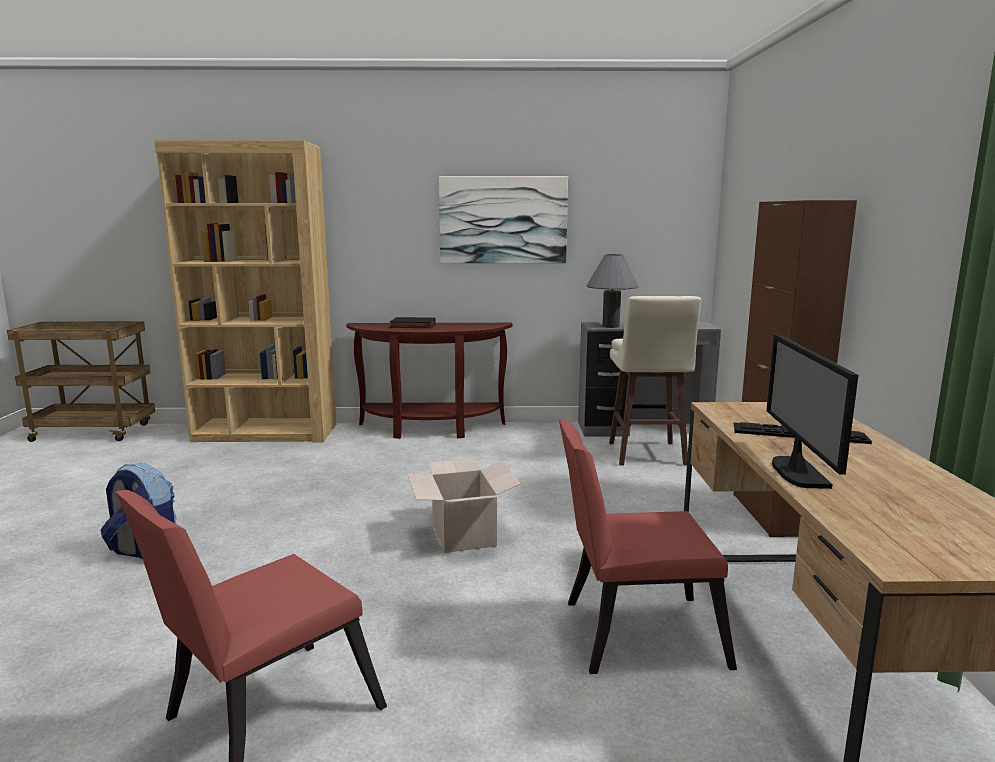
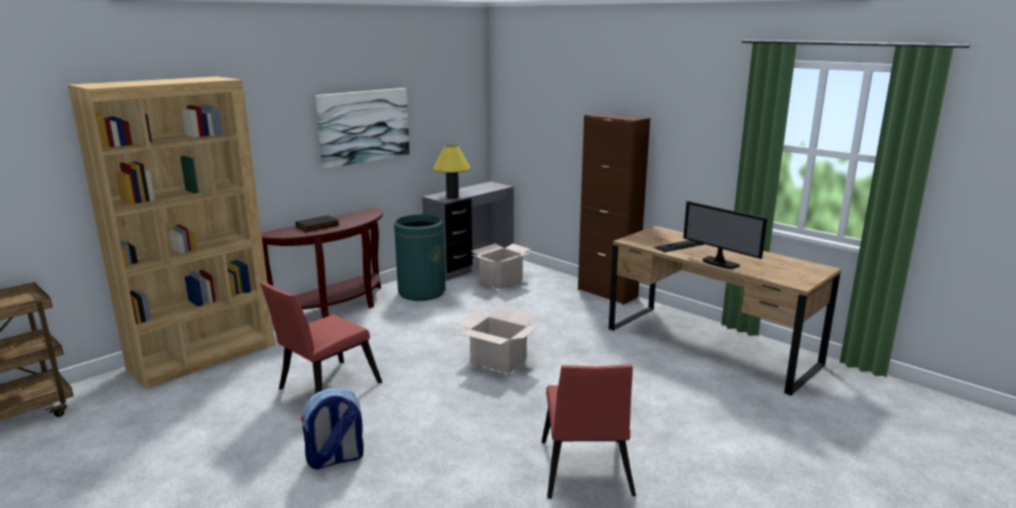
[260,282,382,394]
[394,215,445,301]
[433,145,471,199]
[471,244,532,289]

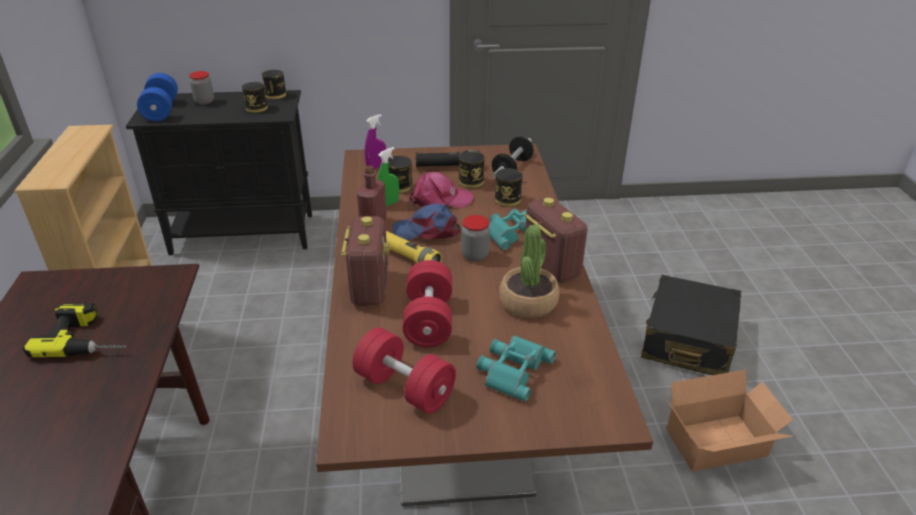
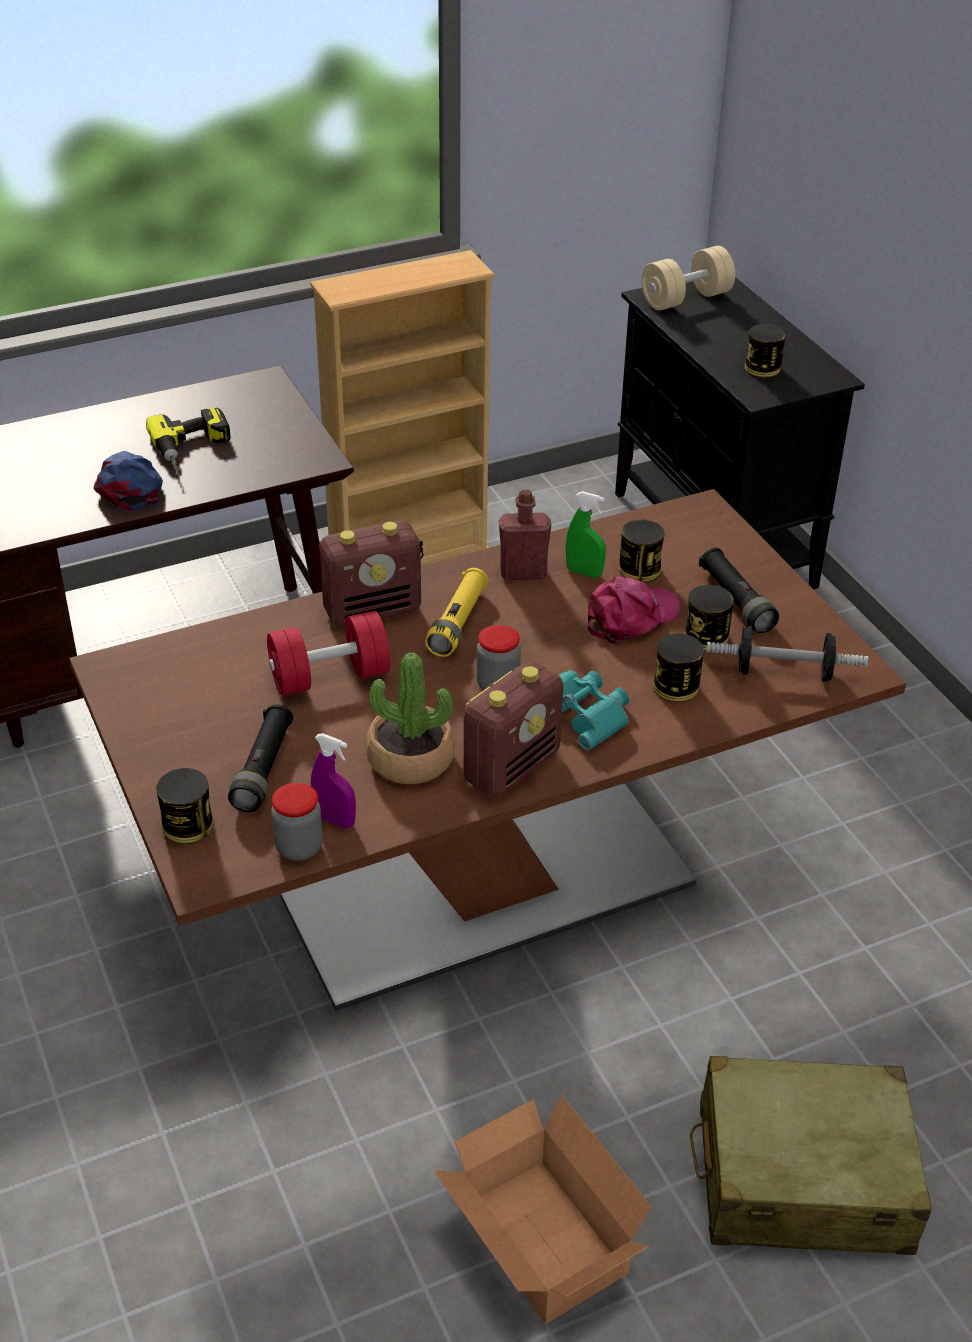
[93,451,163,510]
[156,768,214,844]
[228,704,293,812]
[271,783,323,860]
[311,733,356,828]
[587,576,680,645]
[642,246,735,311]
[690,1056,932,1255]
[353,327,456,414] (first image)

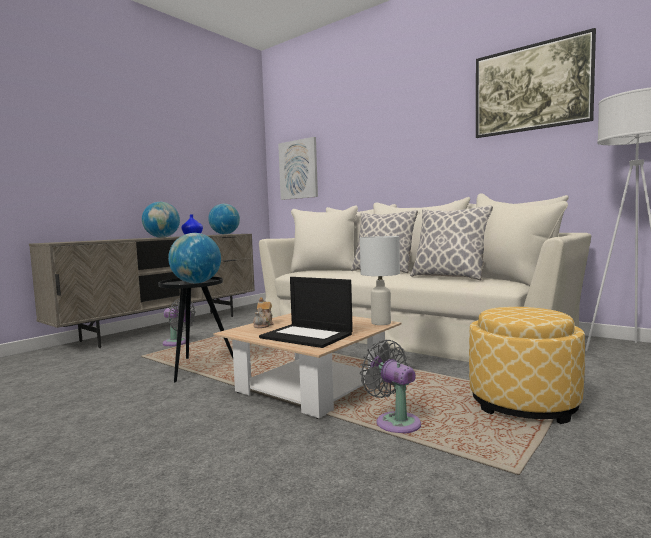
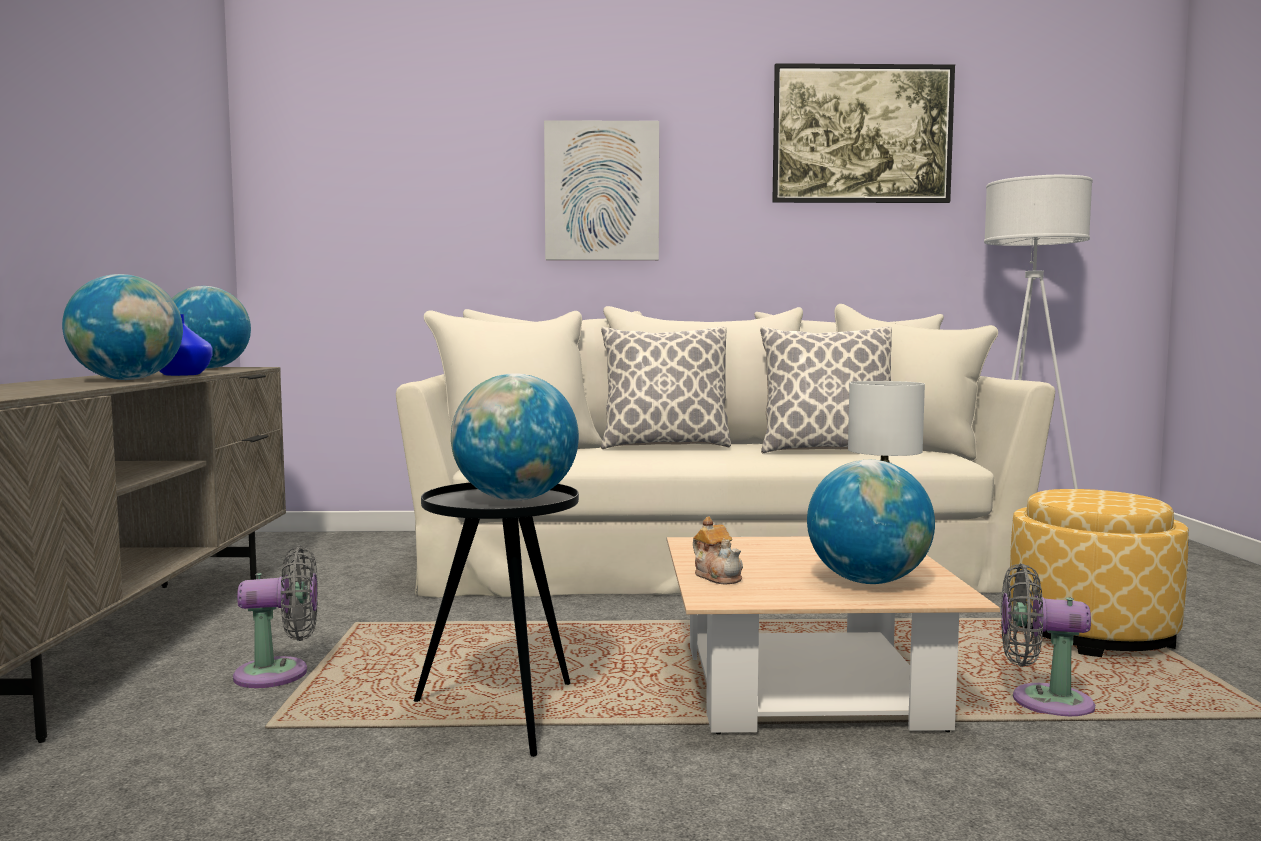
[544,120,659,260]
[807,460,935,584]

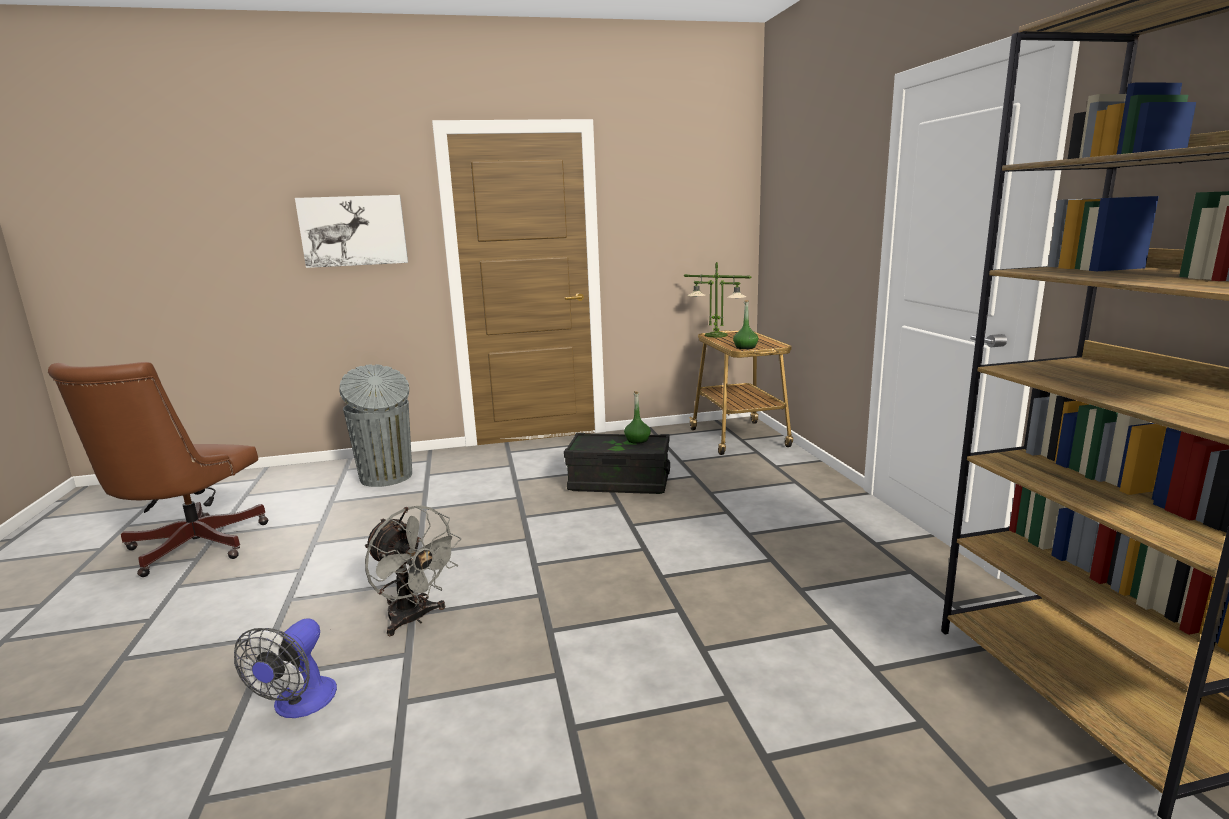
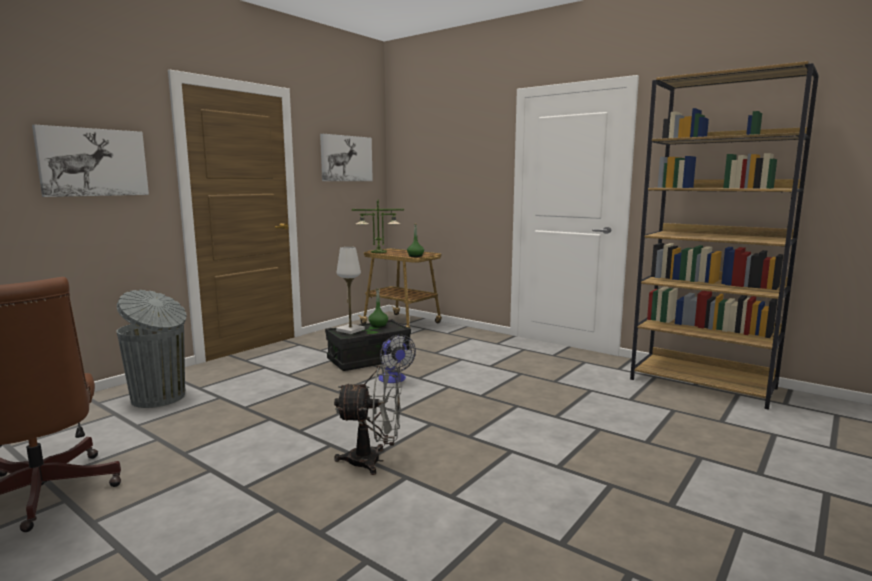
[320,134,373,181]
[336,247,365,334]
[379,335,416,383]

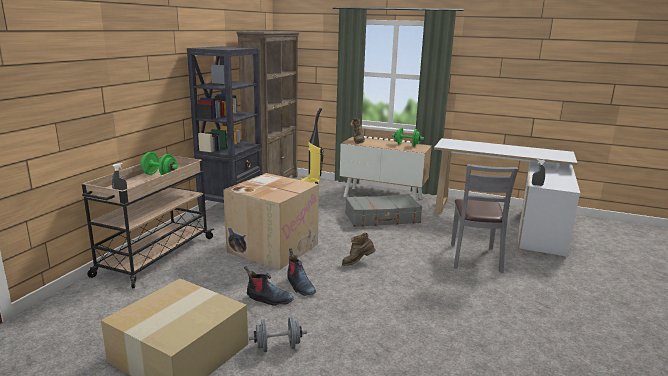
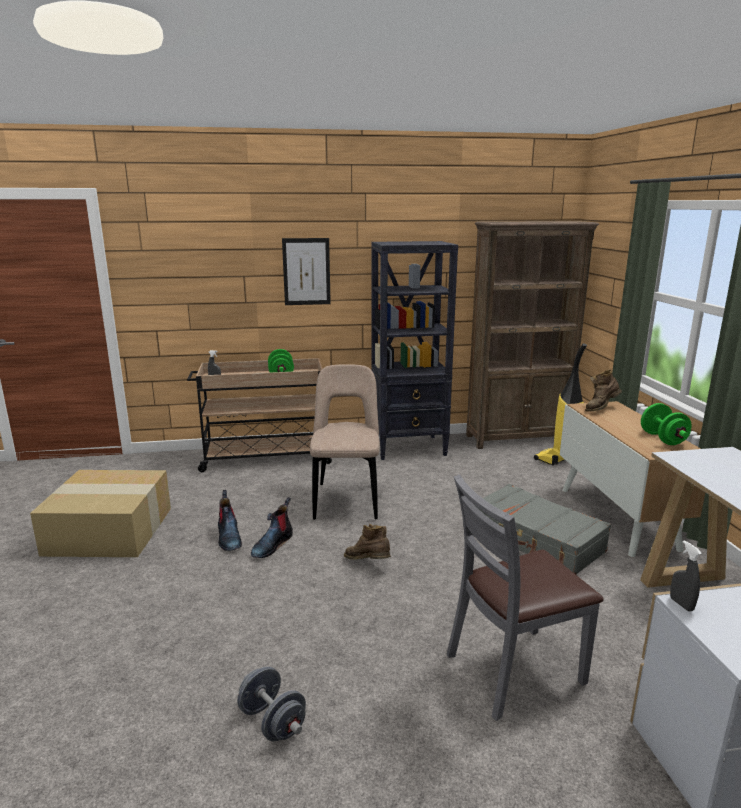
[237,667,306,741]
[282,238,331,305]
[310,364,380,520]

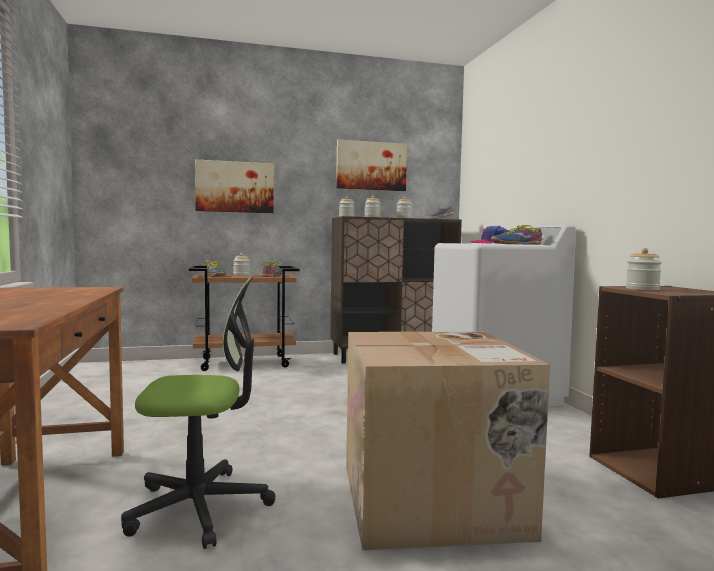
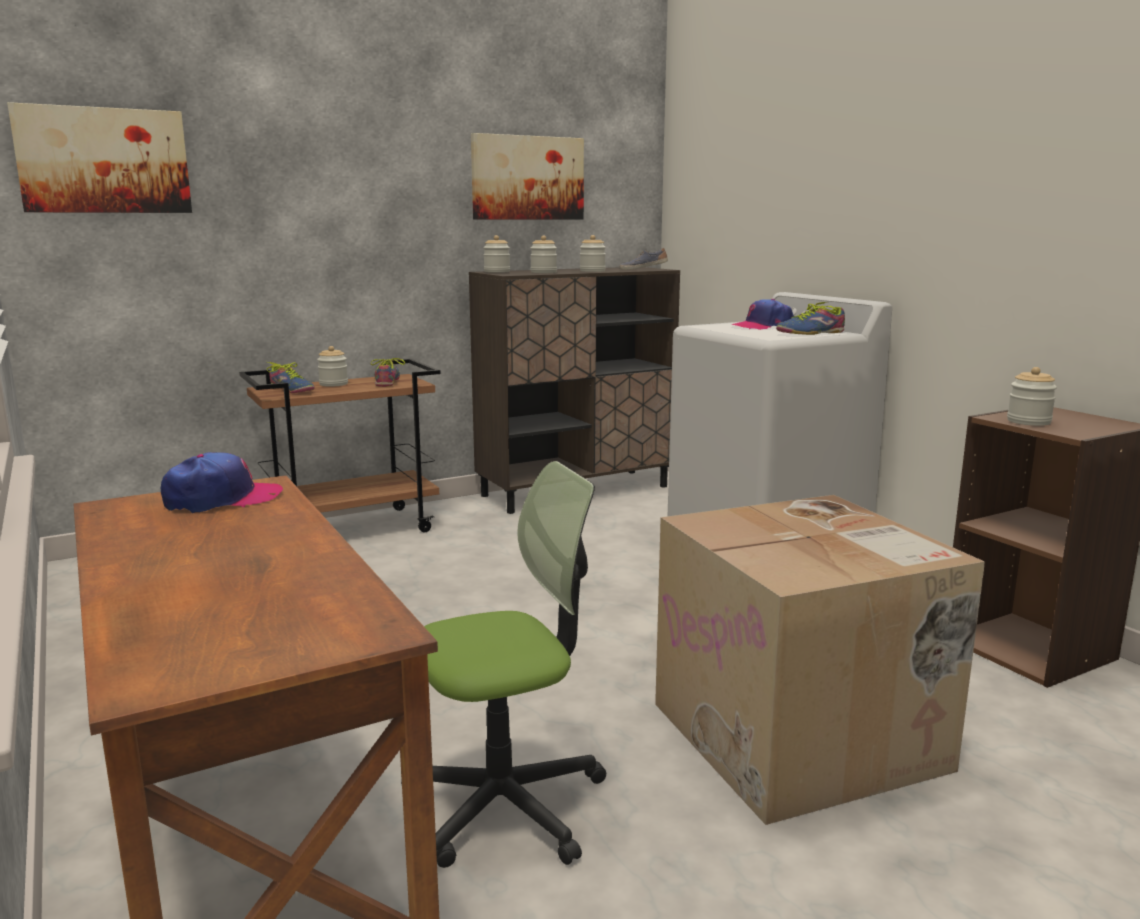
[7,102,192,213]
[161,452,283,513]

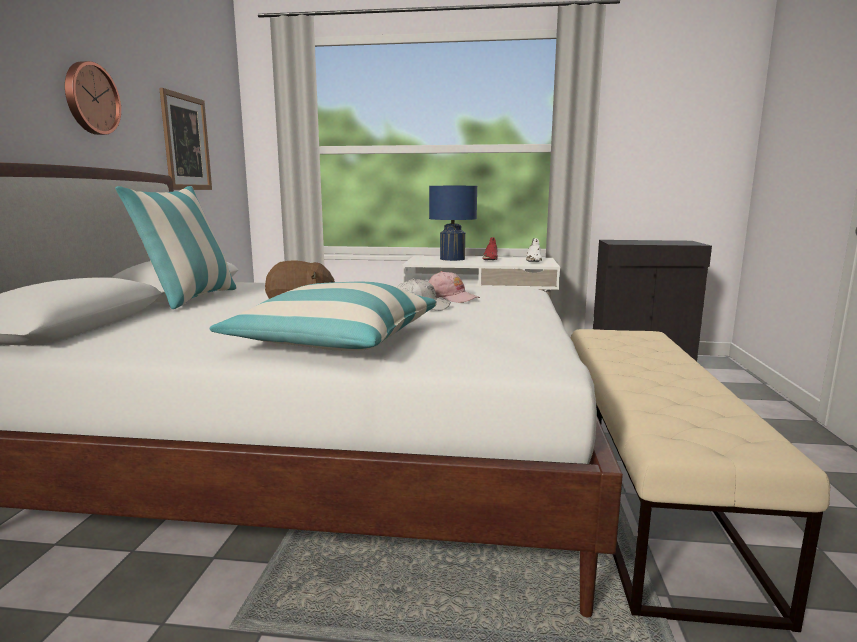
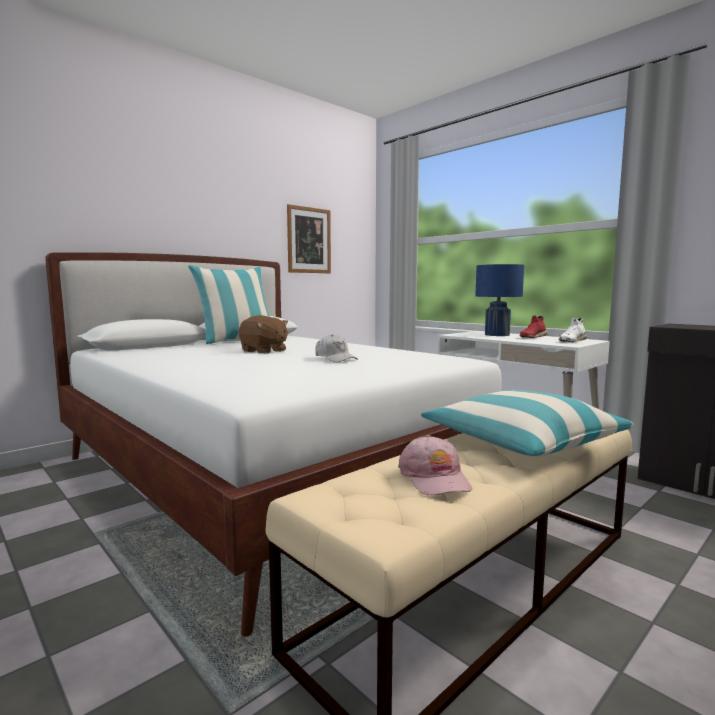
[398,435,472,495]
[421,390,633,457]
[65,61,121,135] (first image)

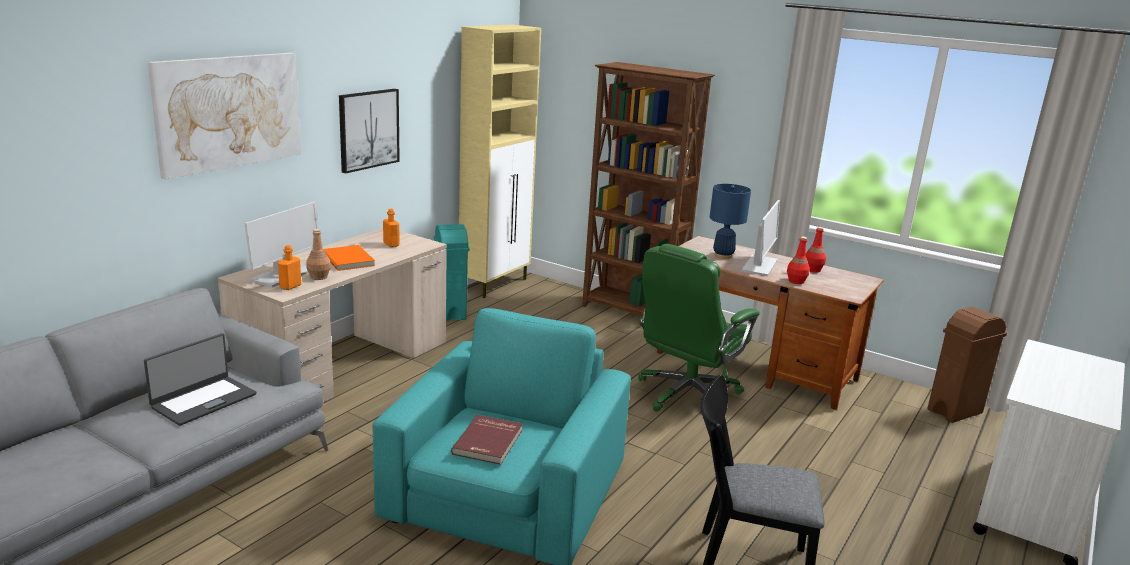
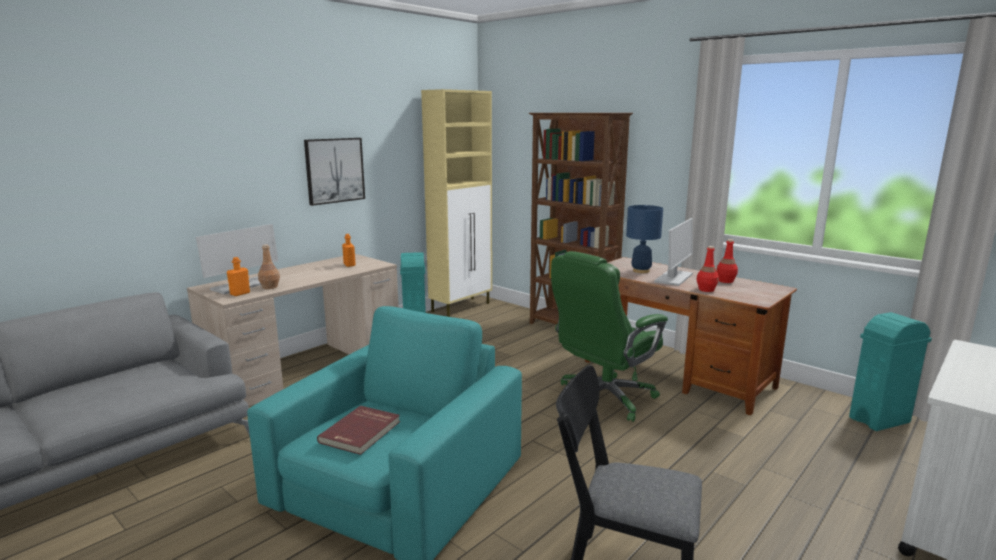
[849,312,932,431]
[144,333,257,426] (first image)
[148,53,301,179] (first image)
[323,245,375,271] (first image)

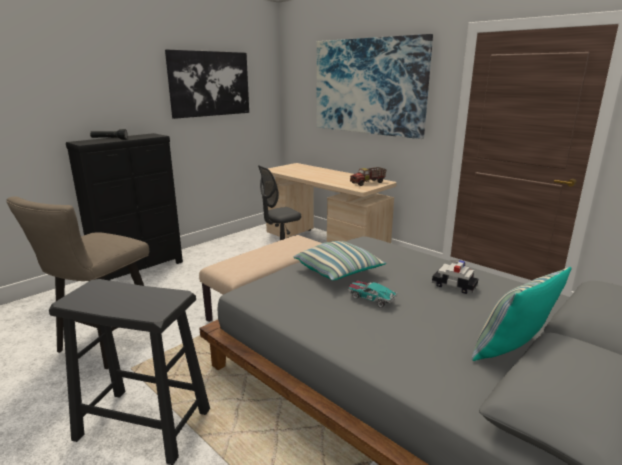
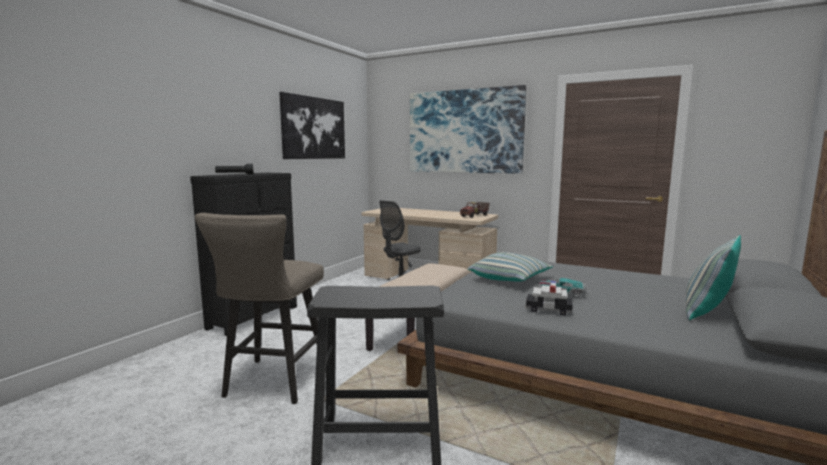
[526,281,573,315]

